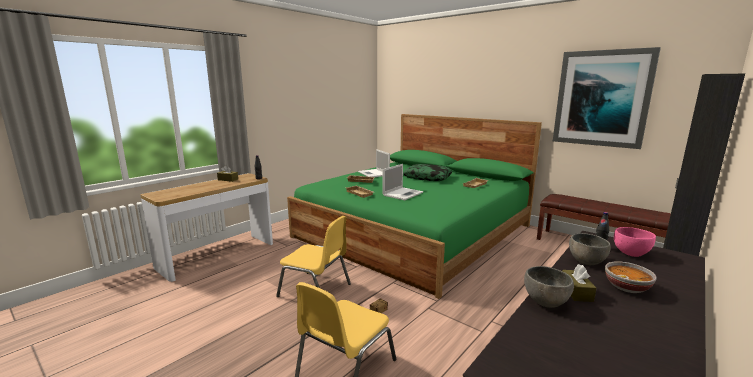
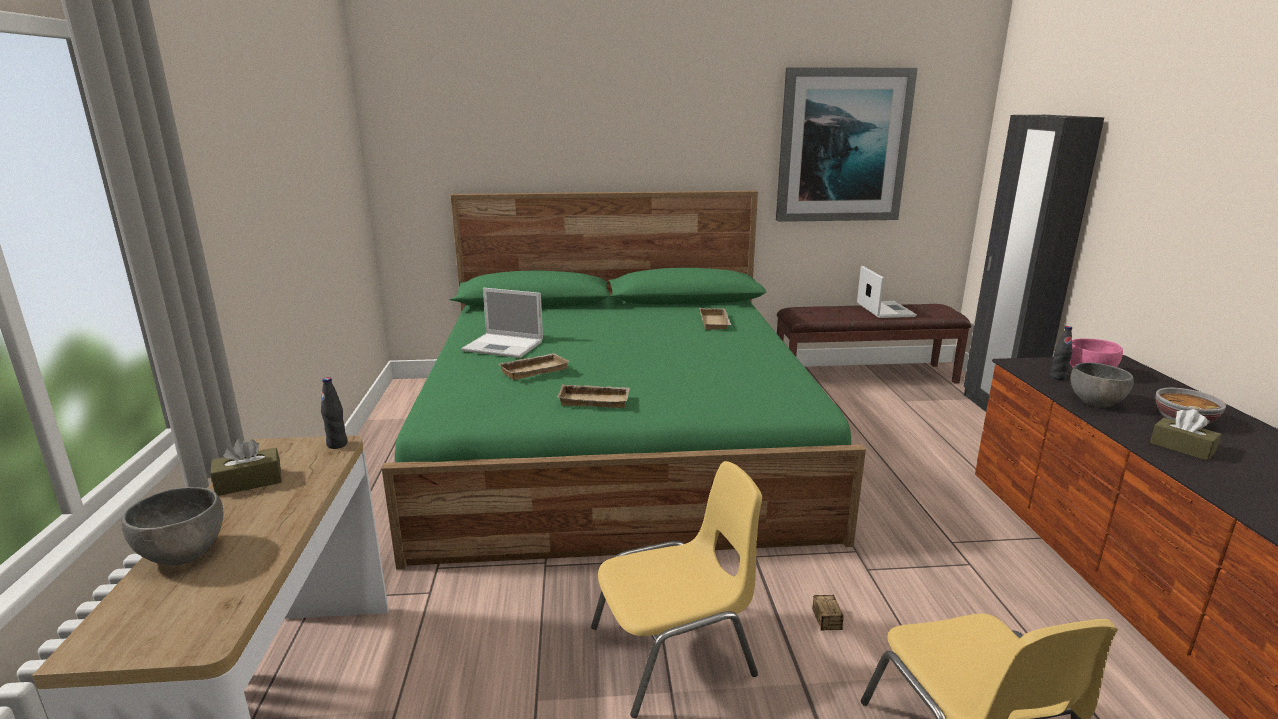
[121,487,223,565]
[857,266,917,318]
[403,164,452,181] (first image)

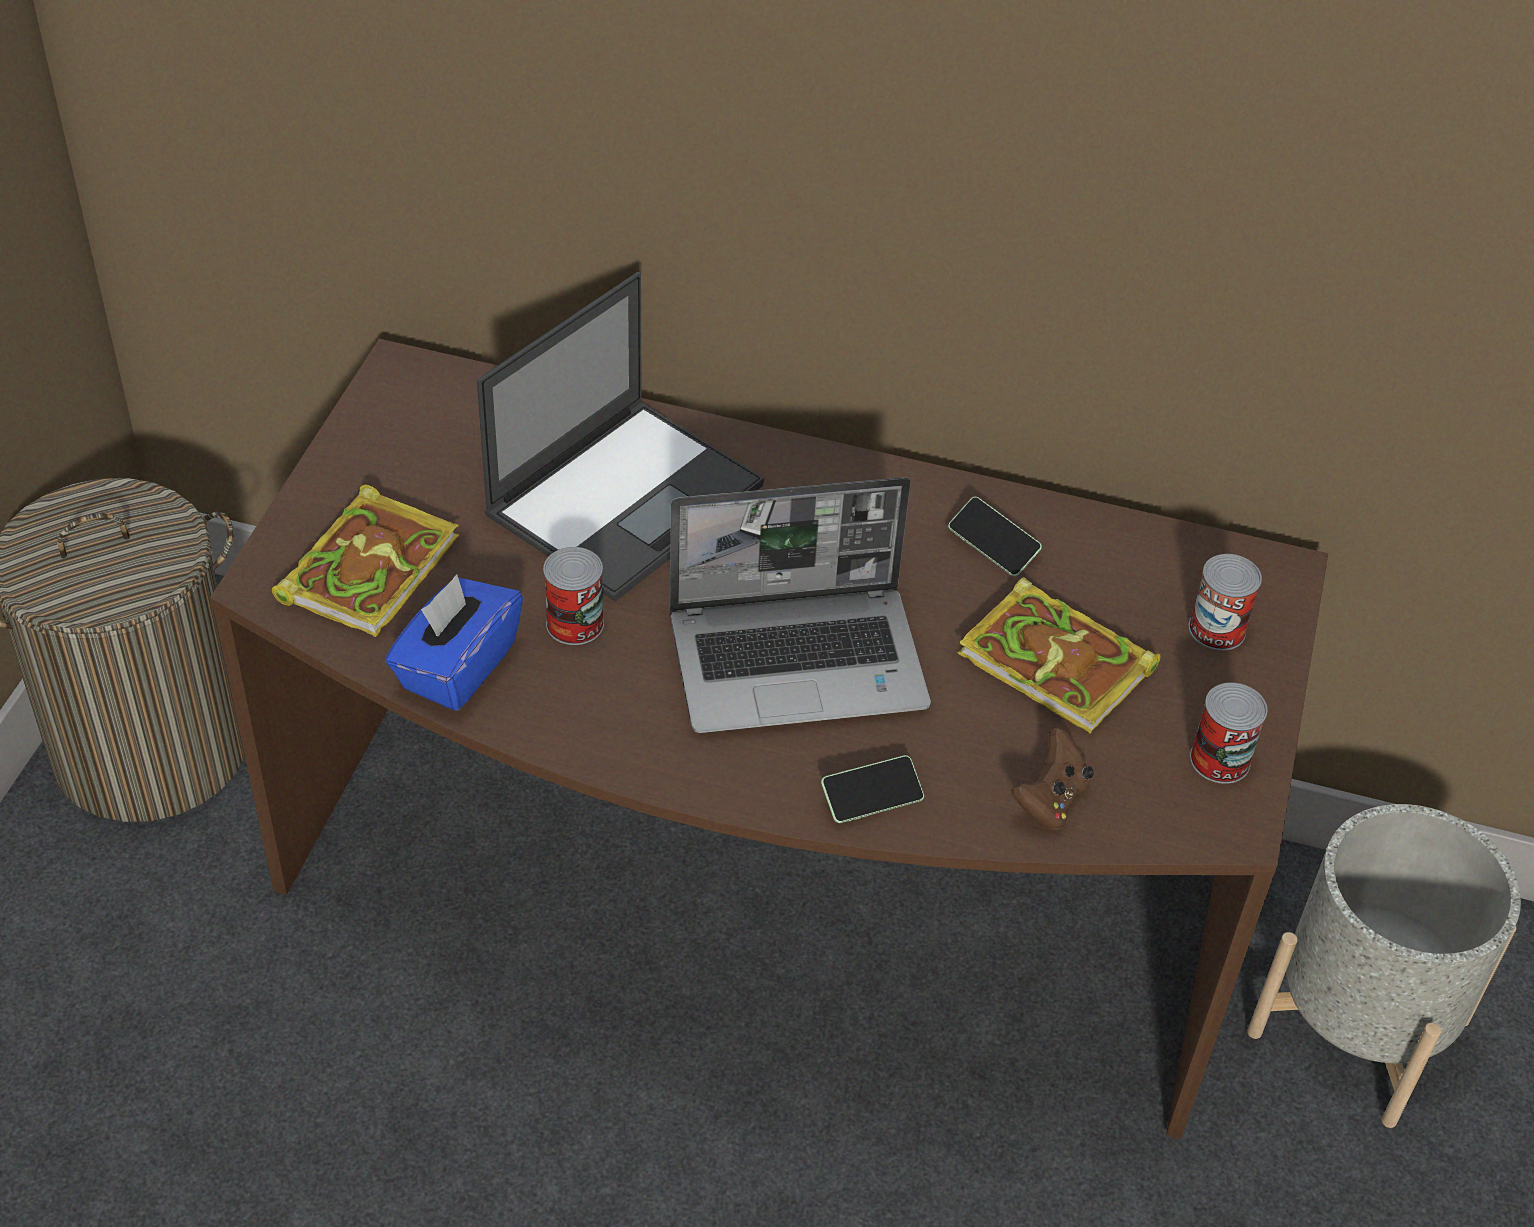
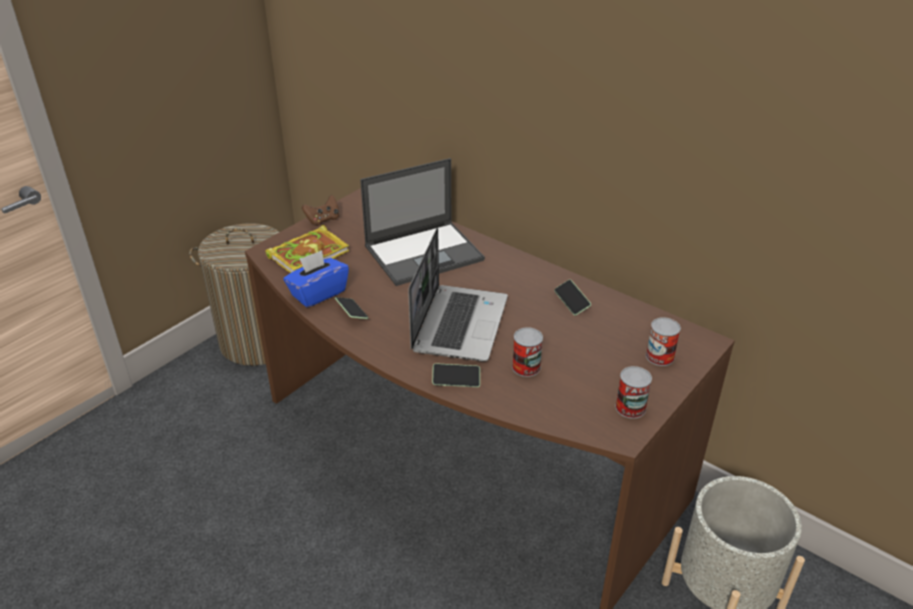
[302,195,339,226]
[335,297,369,319]
[408,228,508,362]
[512,327,543,377]
[958,577,1160,733] (first image)

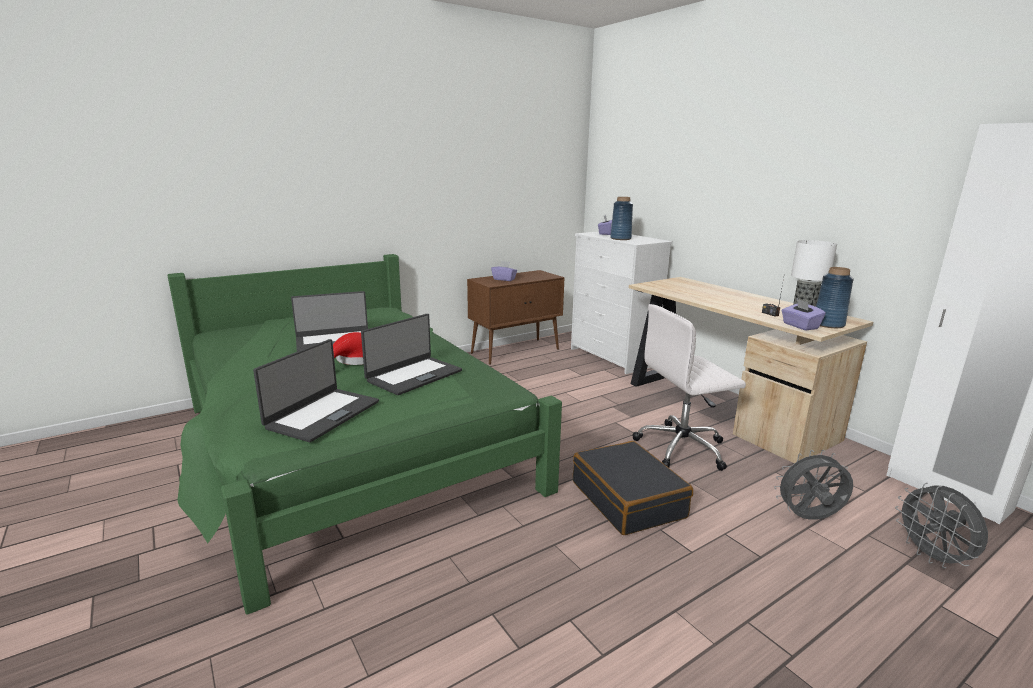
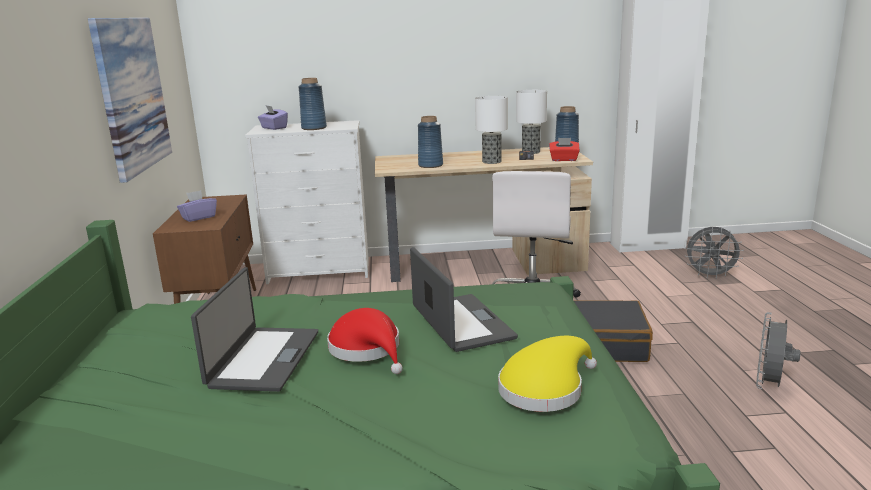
[88,18,172,183]
[418,116,443,168]
[475,96,508,164]
[498,336,597,412]
[549,138,580,161]
[756,312,801,389]

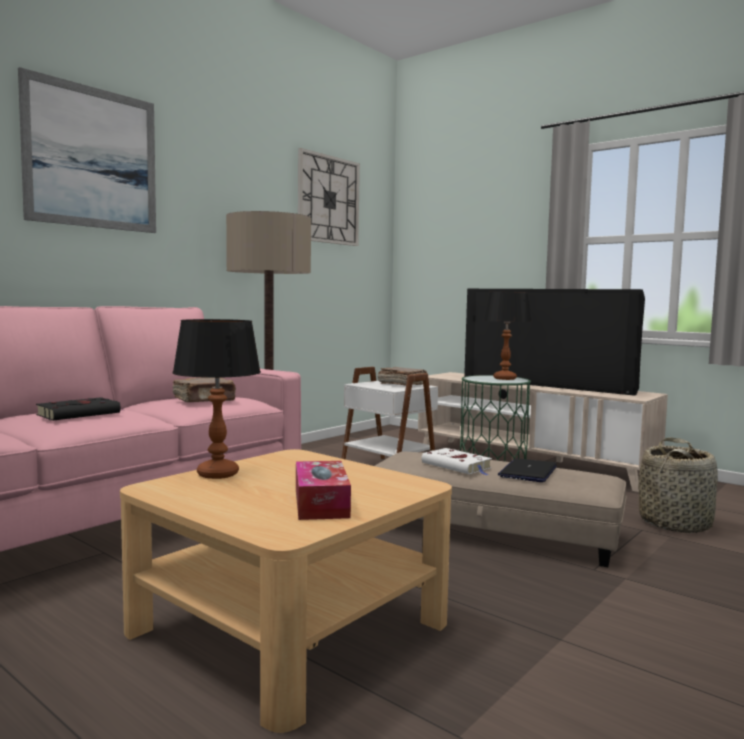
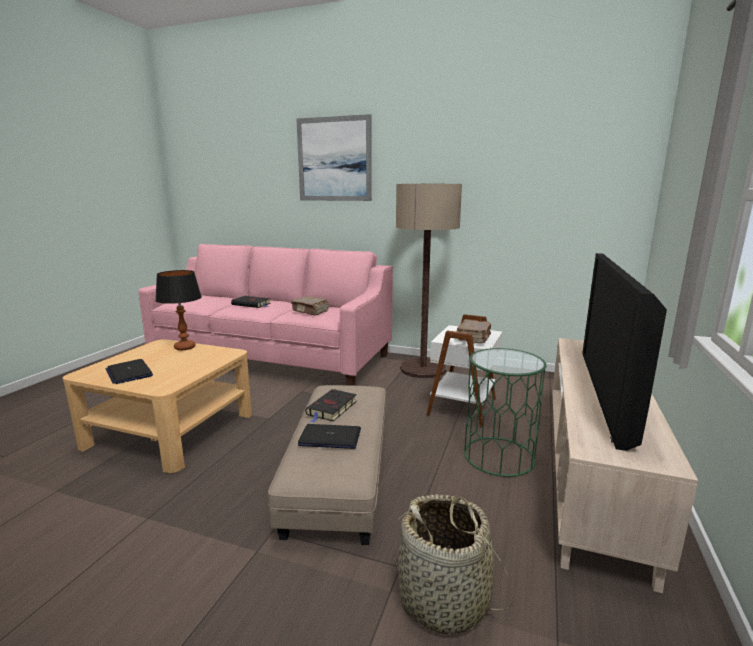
[105,359,153,384]
[305,389,357,423]
[298,148,360,246] (first image)
[483,292,532,380] (first image)

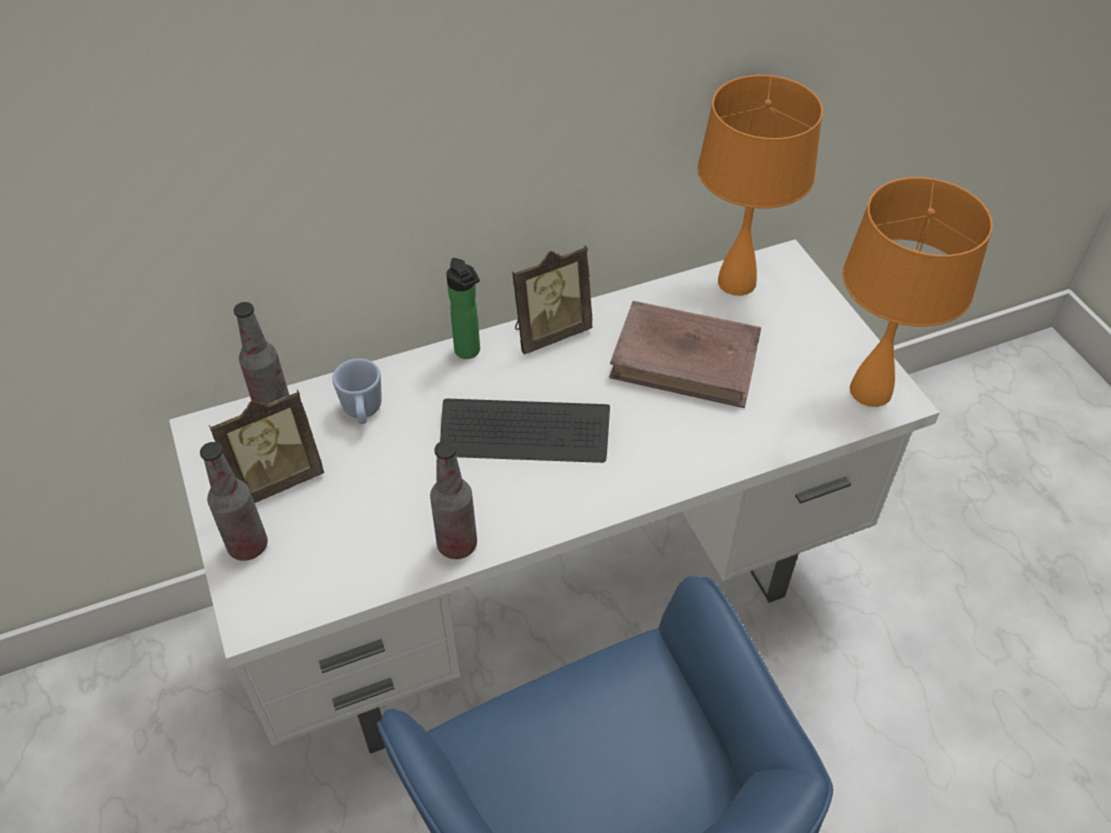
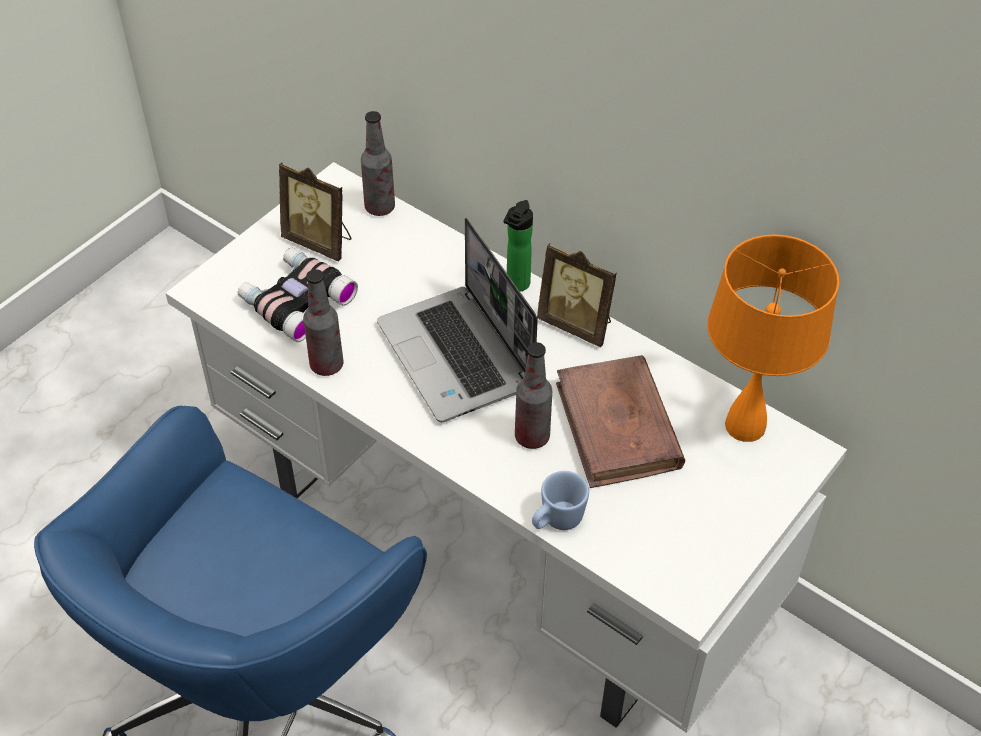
[238,248,358,342]
[377,218,538,422]
[515,342,552,449]
[532,471,589,530]
[842,177,993,407] (first image)

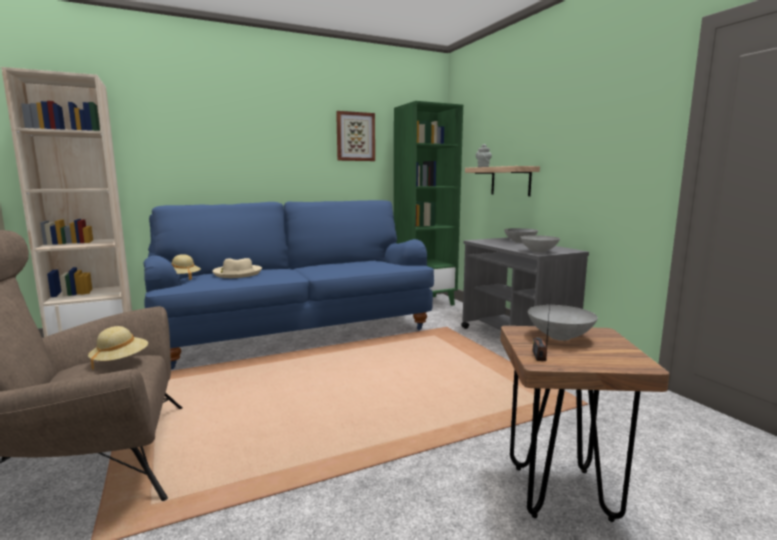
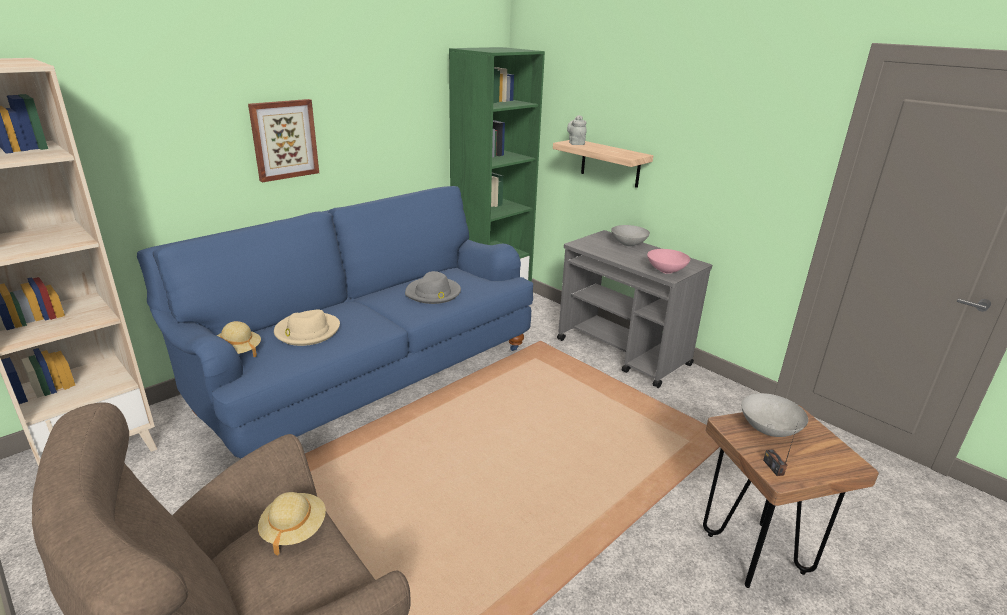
[248,99,319,182]
[405,271,461,304]
[647,249,690,274]

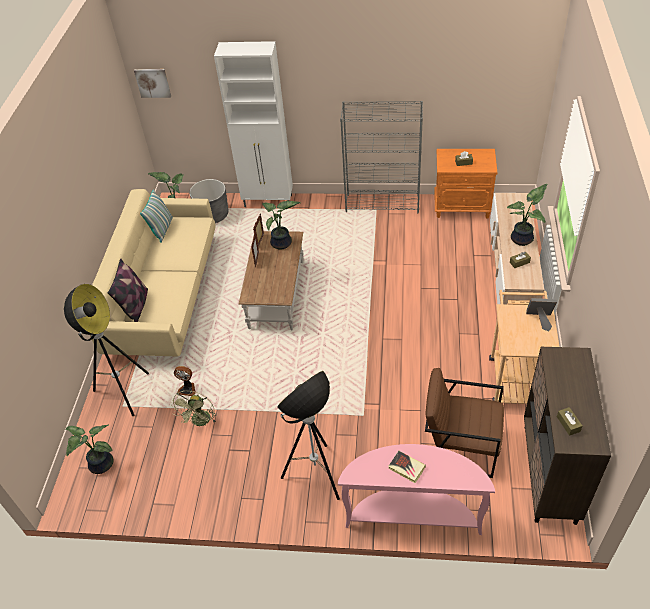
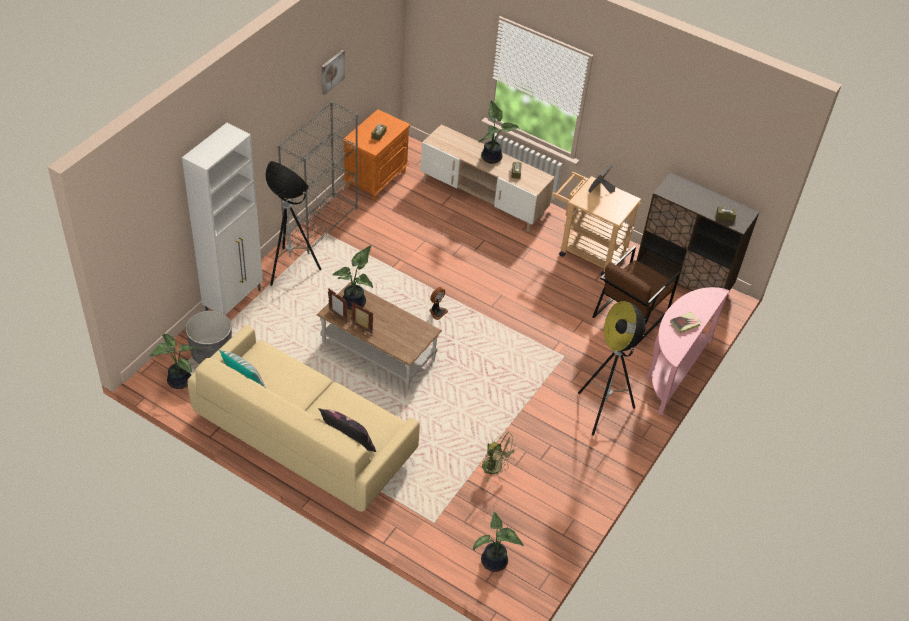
[266,161,321,286]
[322,50,345,95]
[429,287,448,320]

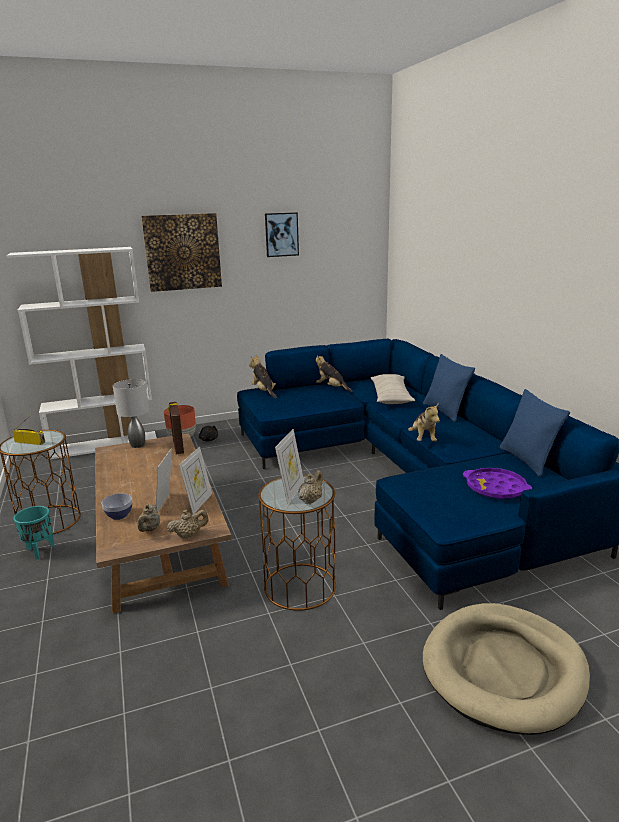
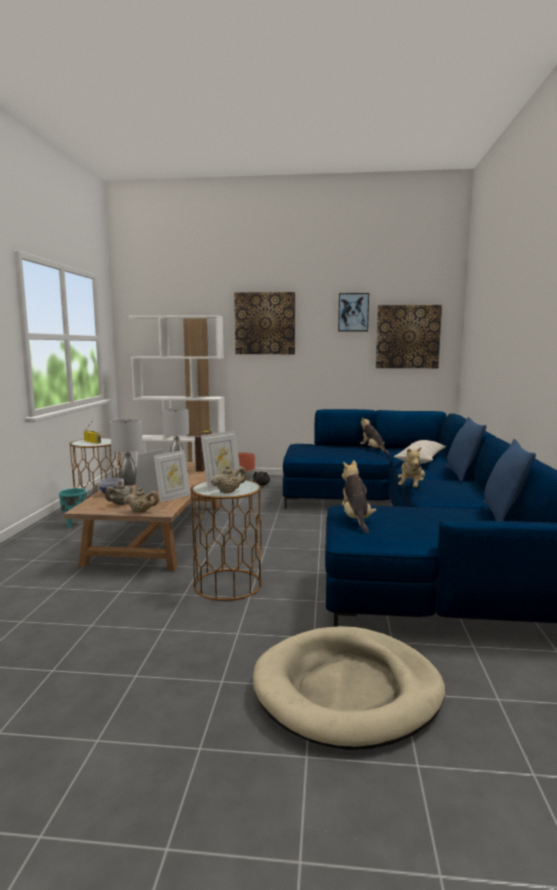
[110,419,143,486]
[342,460,376,534]
[376,305,442,368]
[463,468,532,499] (first image)

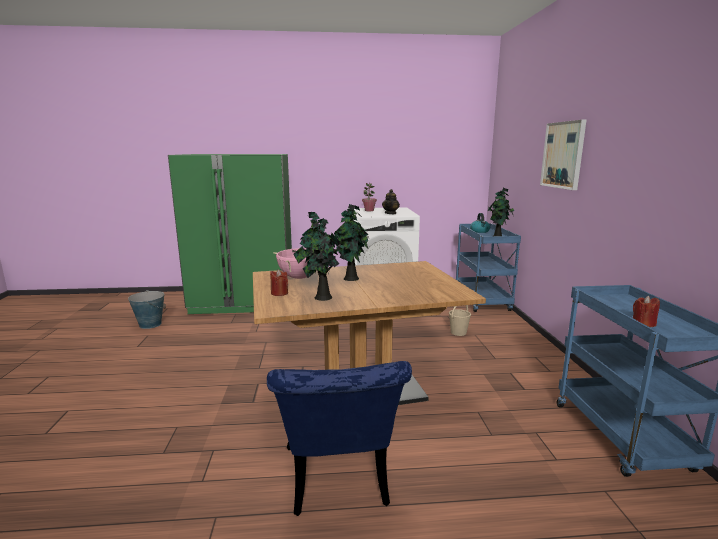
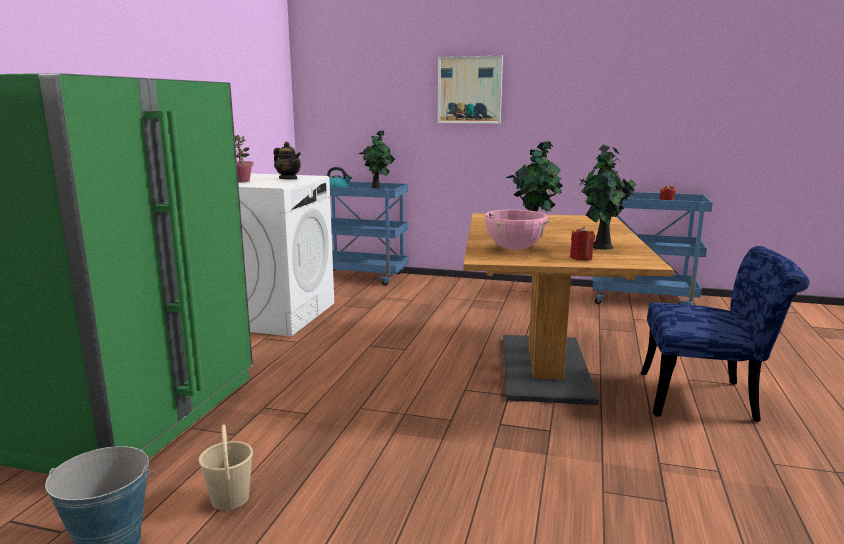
[199,424,253,510]

